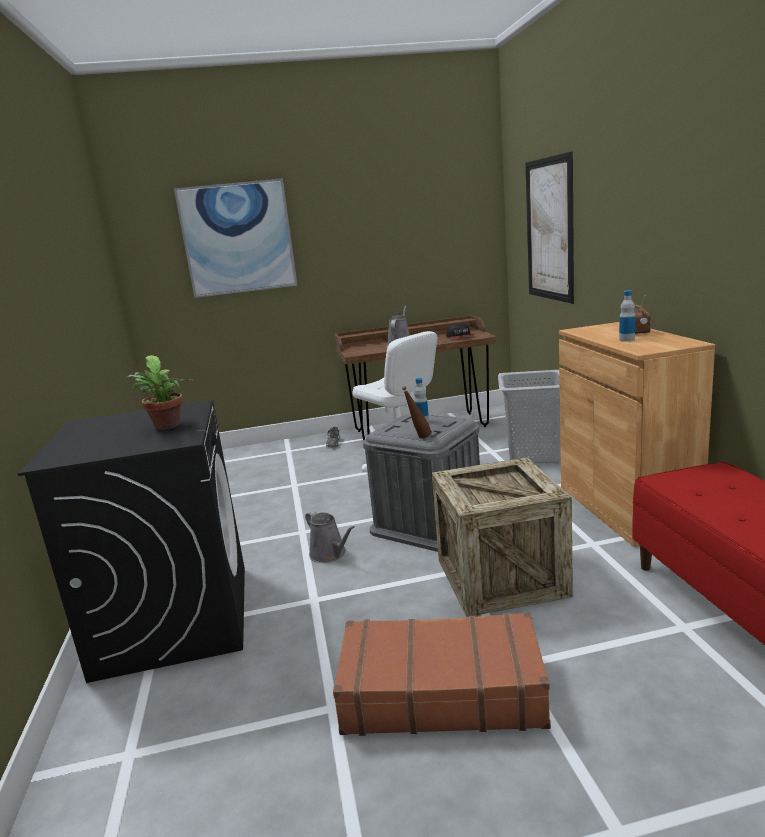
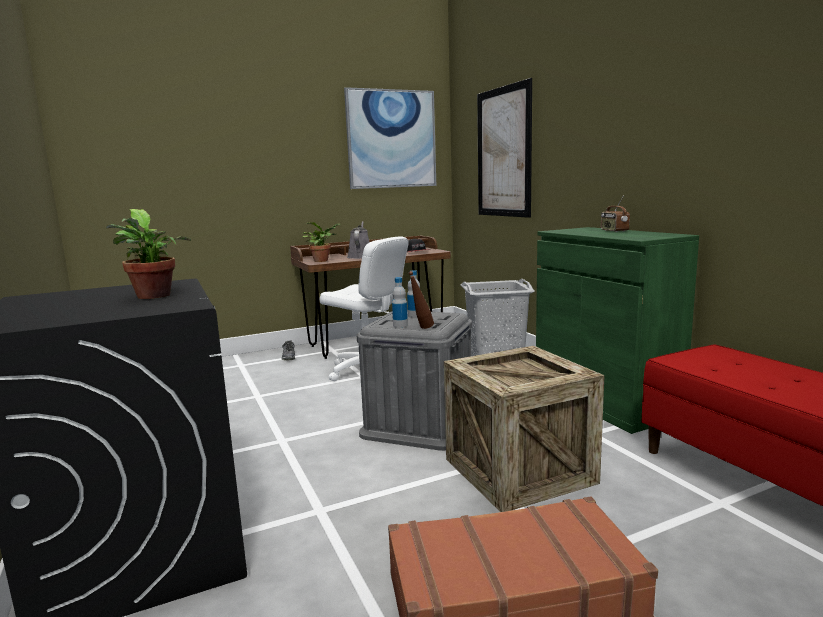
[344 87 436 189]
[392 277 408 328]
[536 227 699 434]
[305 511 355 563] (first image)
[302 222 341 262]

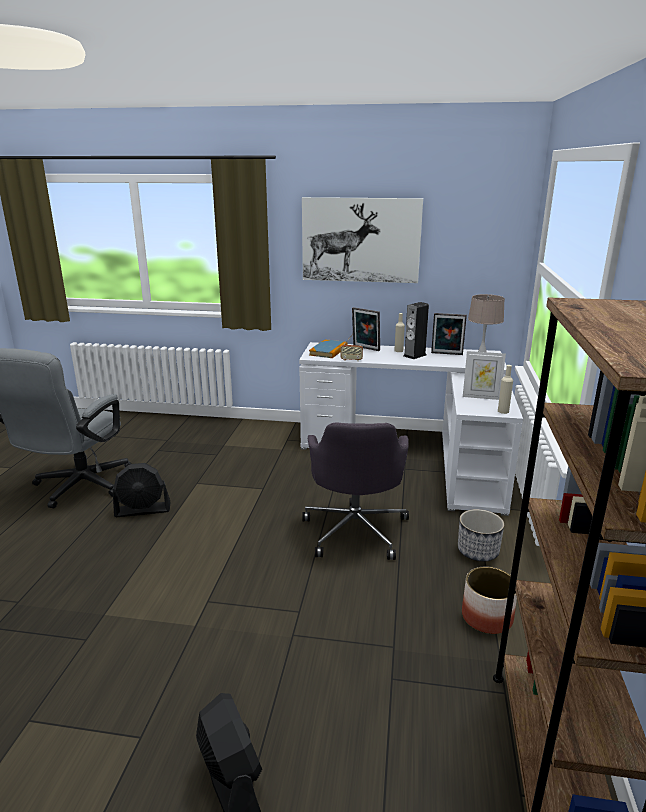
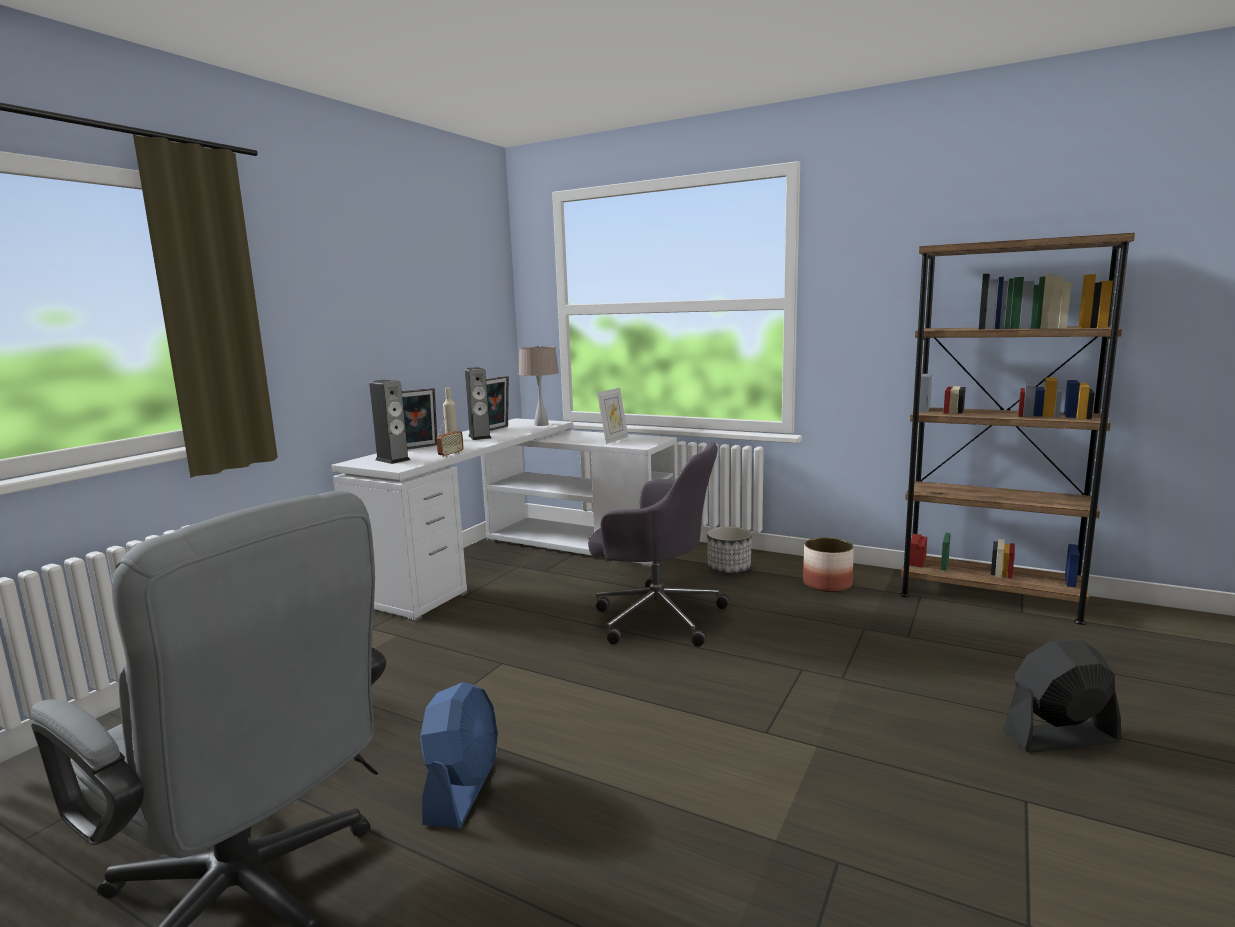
[302 197 423 283] (first image)
[369 380 410 464]
[498 365 513 414] (first image)
[420 682 498 828]

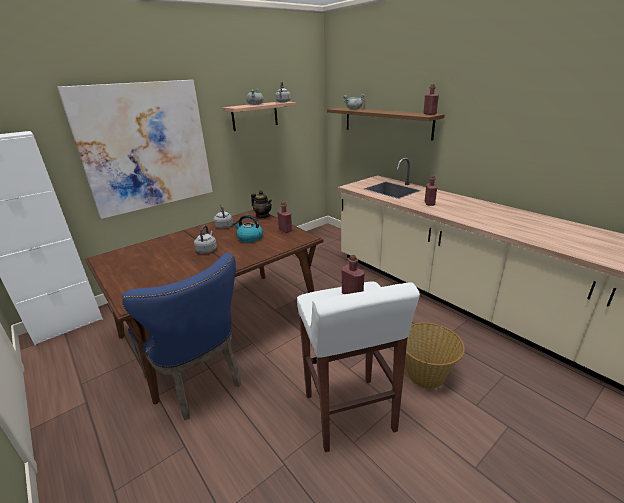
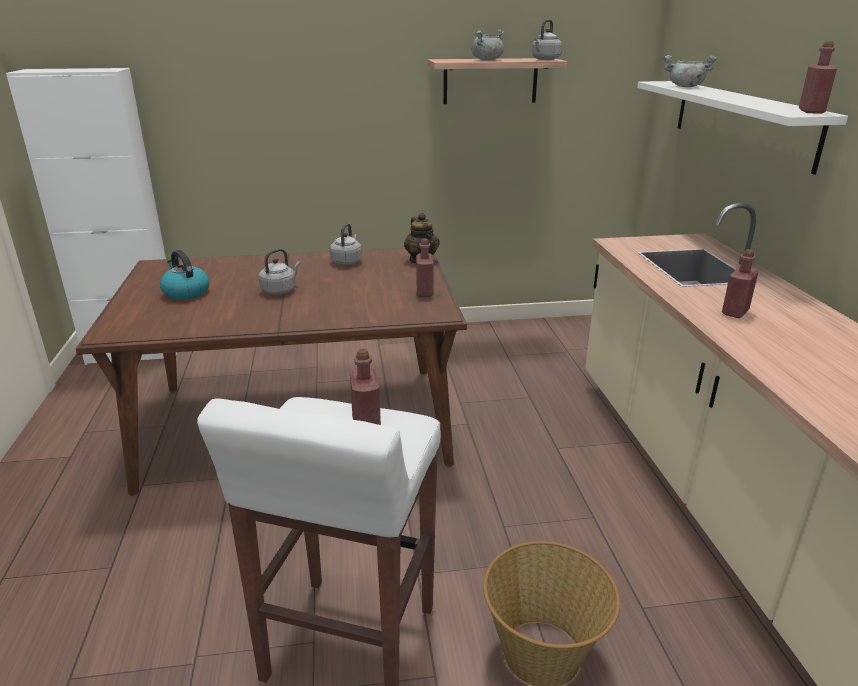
[57 80 213 219] (first image)
[637 81 848 174]
[160 250 209 300]
[122 253 241 420] (first image)

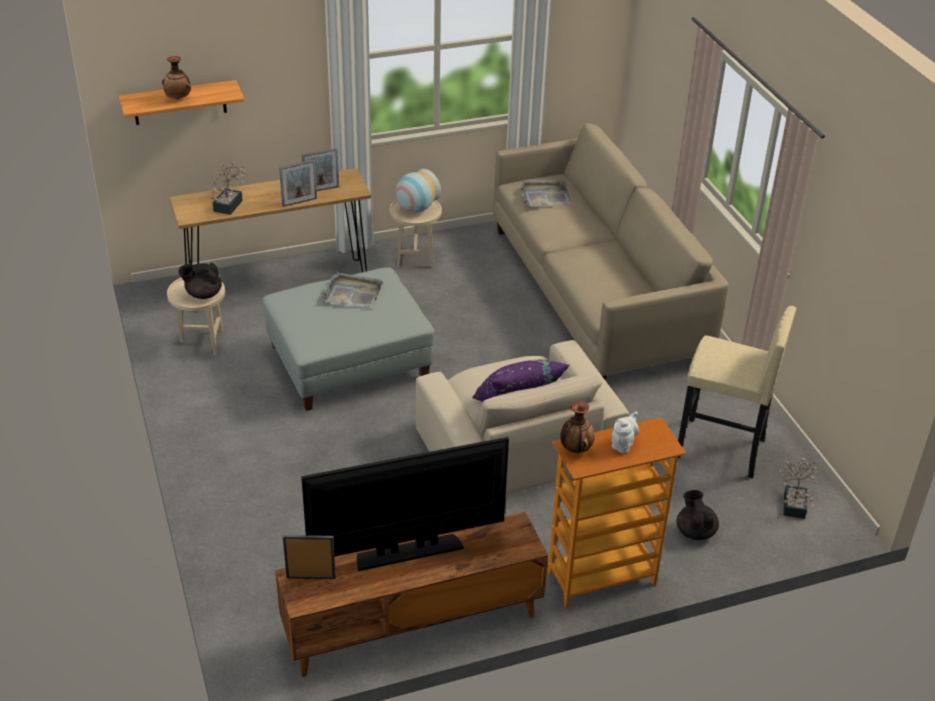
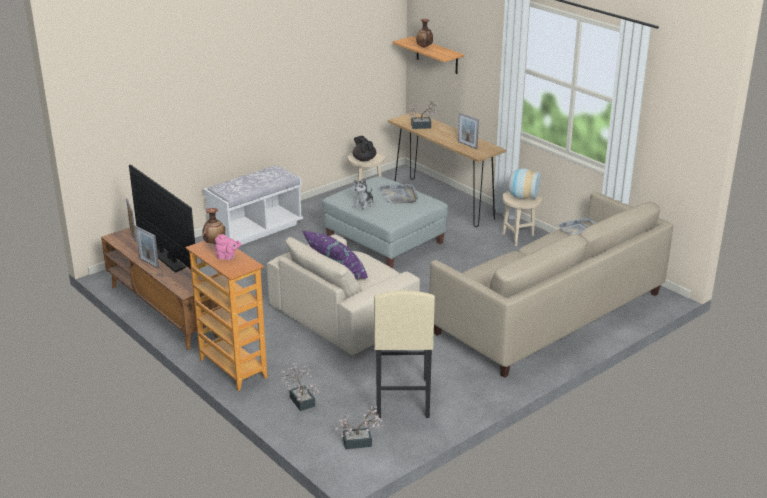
[136 226 159 268]
[215 234 241 260]
[281 361 320 411]
[204 165 303 245]
[353 178 374 210]

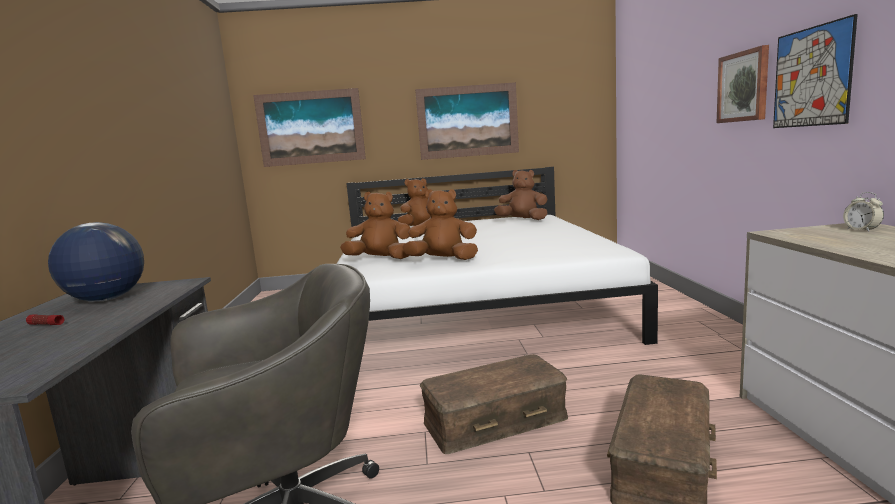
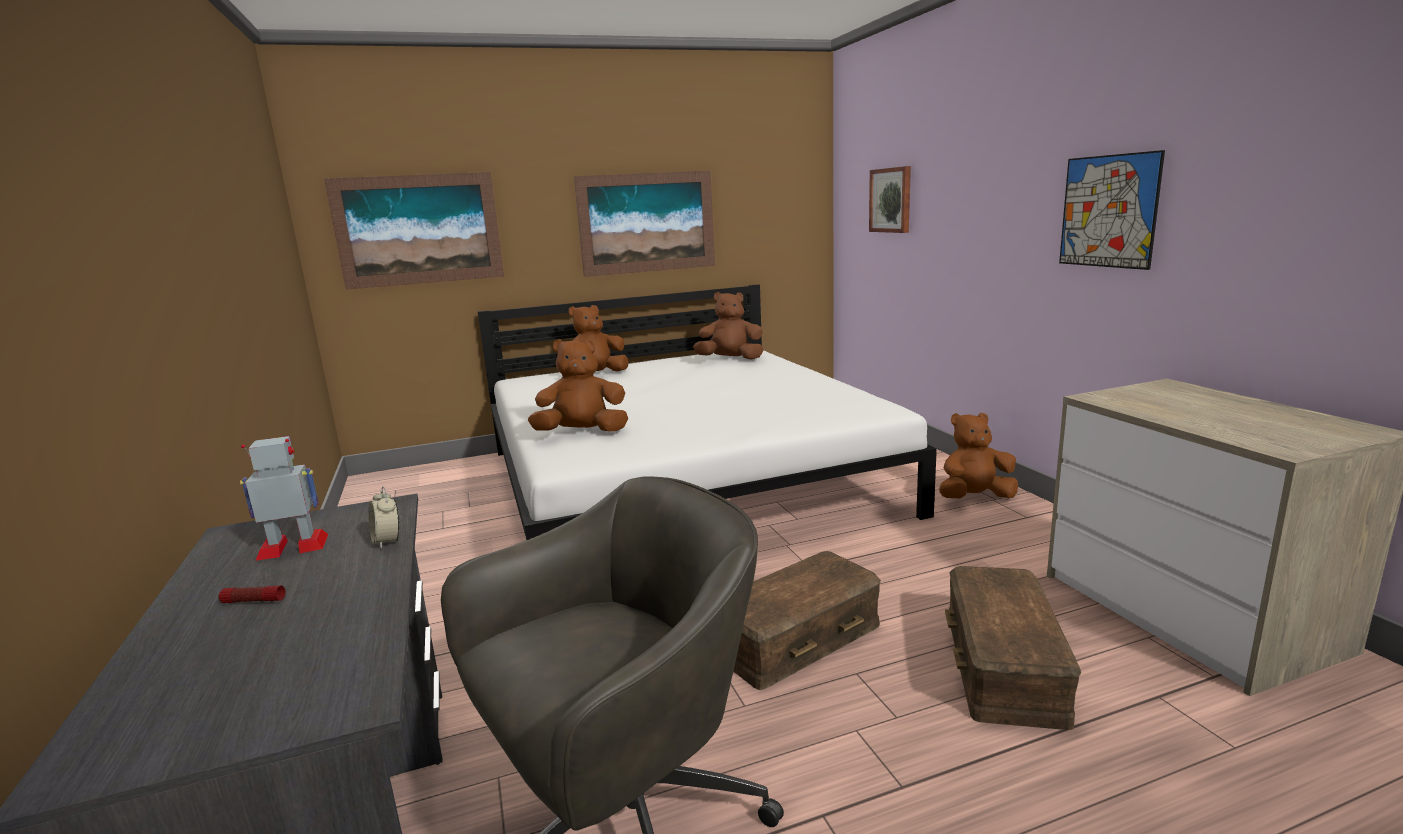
[869 166 911 233]
[939 413 1018 498]
[369 486 400 549]
[240 436 329 561]

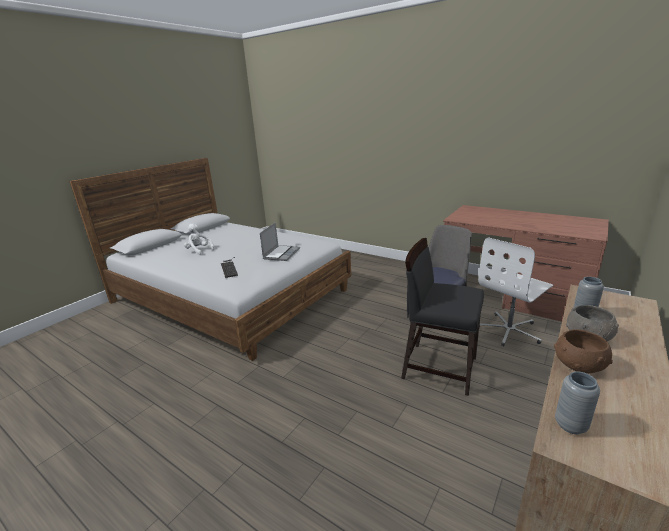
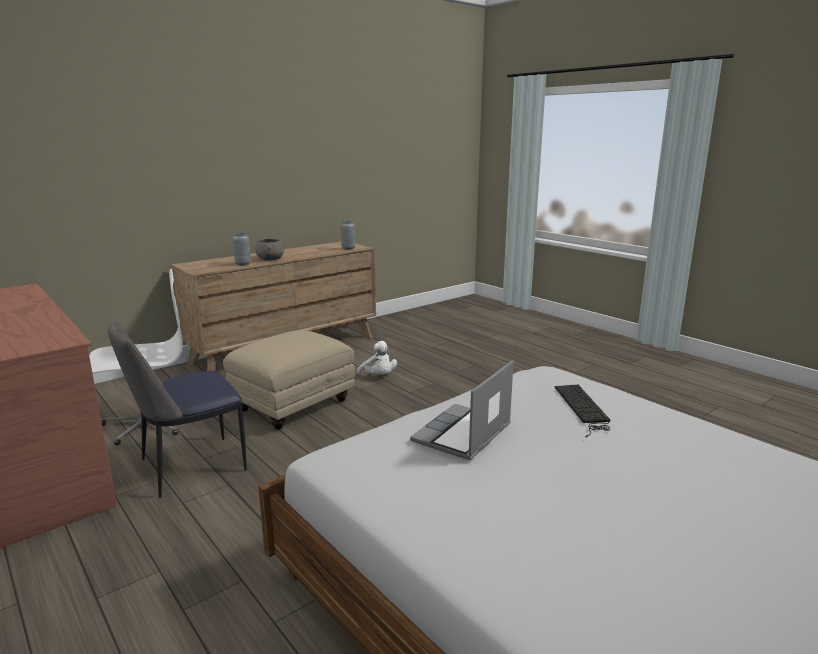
[357 341 397 375]
[223 330 355 430]
[554 329 613 373] (first image)

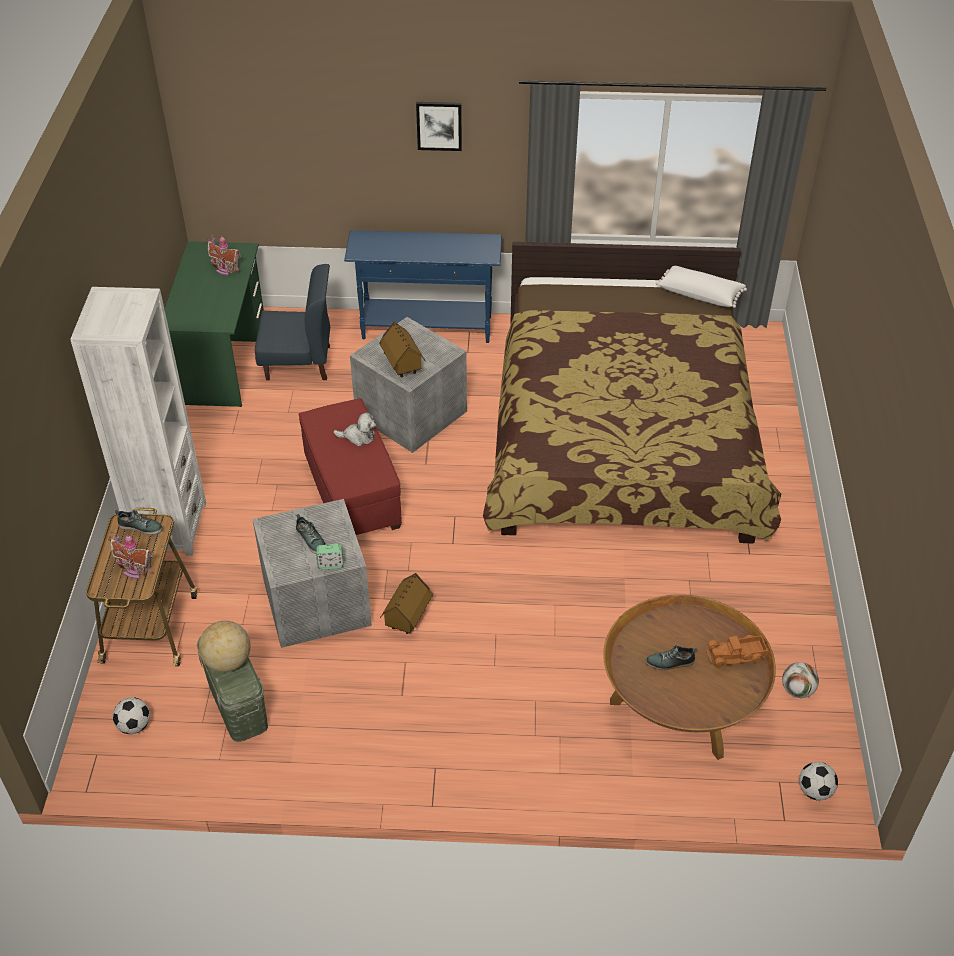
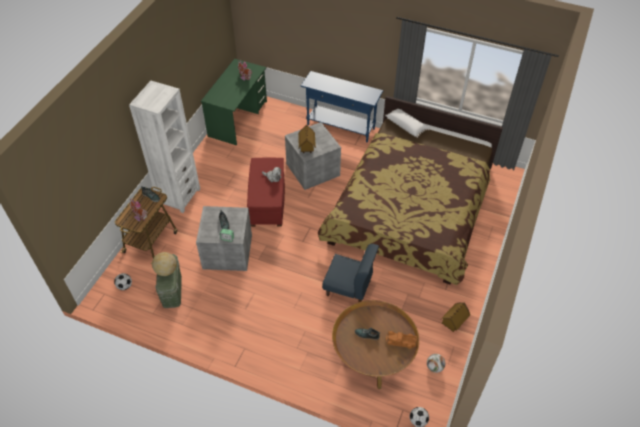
[416 102 462 151] (first image)
[322 244 379 302]
[385 109 430 138]
[440 302 470 332]

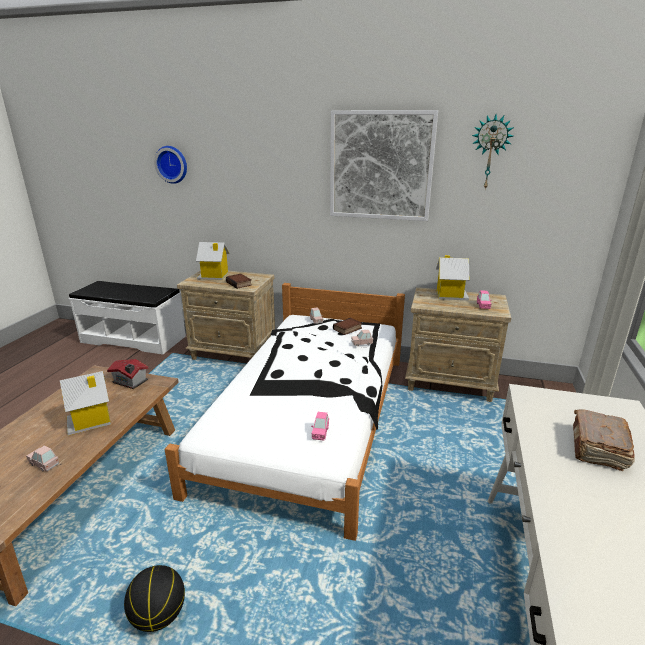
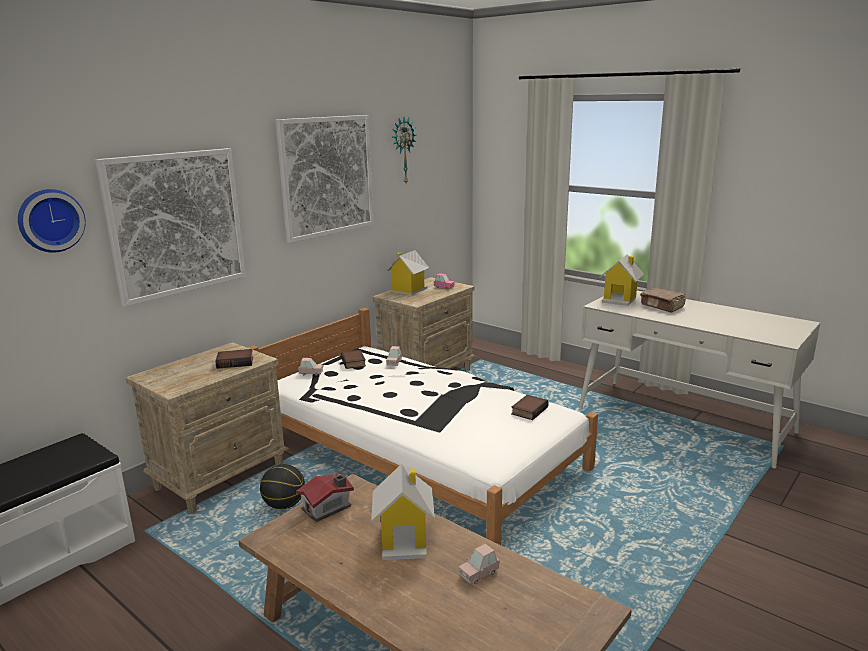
[600 254 644 306]
[511 395 549 420]
[260 464 305 509]
[95 148 246 307]

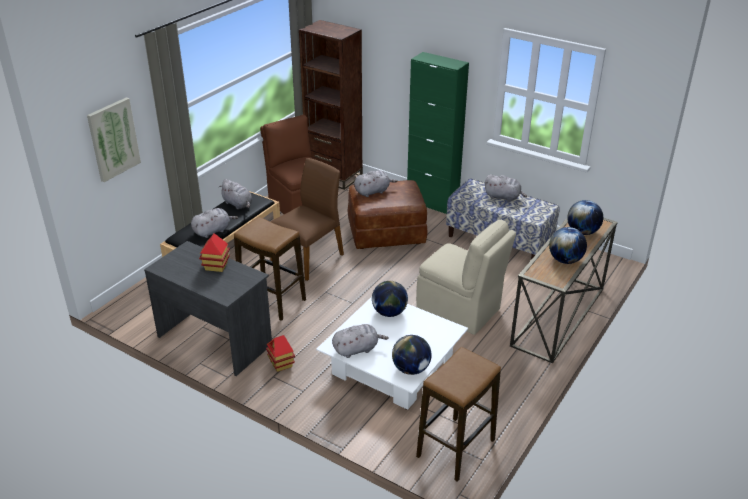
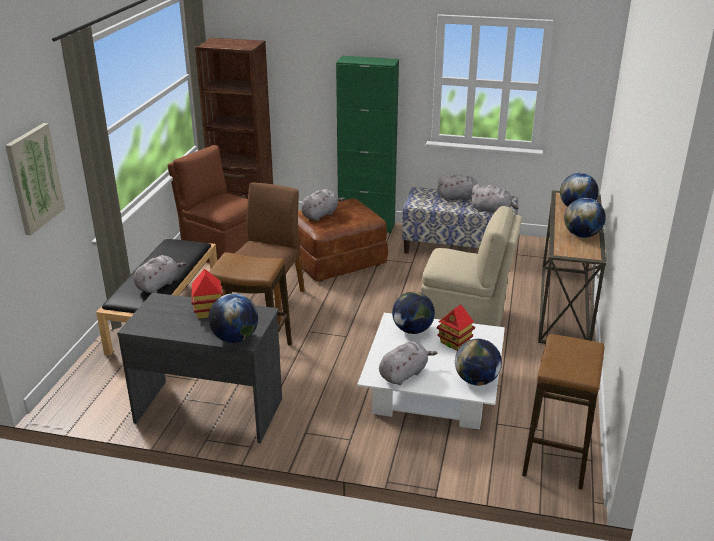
[470 184 519 213]
[437 305 475 351]
[209 293 258 343]

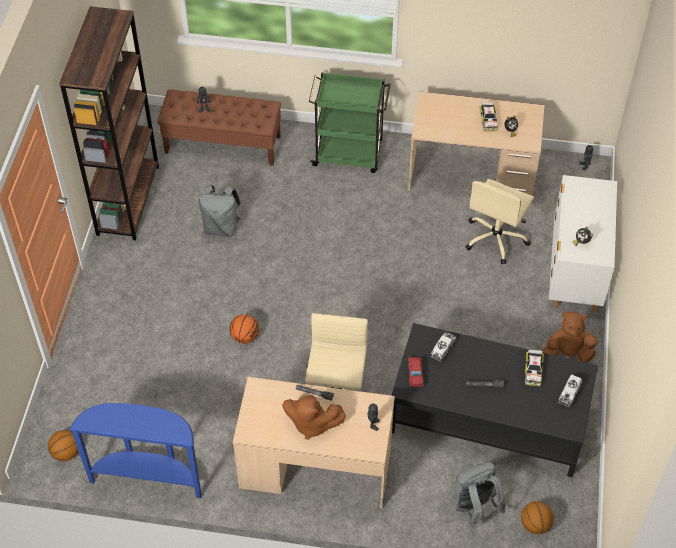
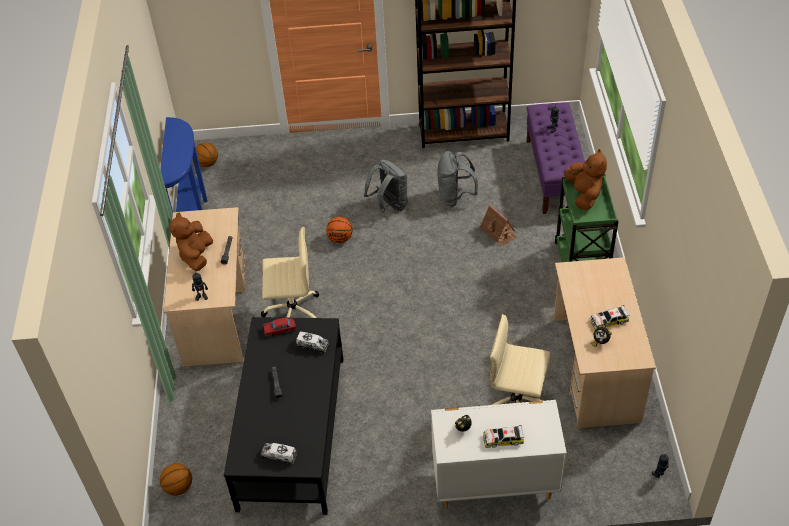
[527 103 585 214]
[565 149 607 210]
[483 425 524 448]
[364 160 407 213]
[480 205 517 247]

